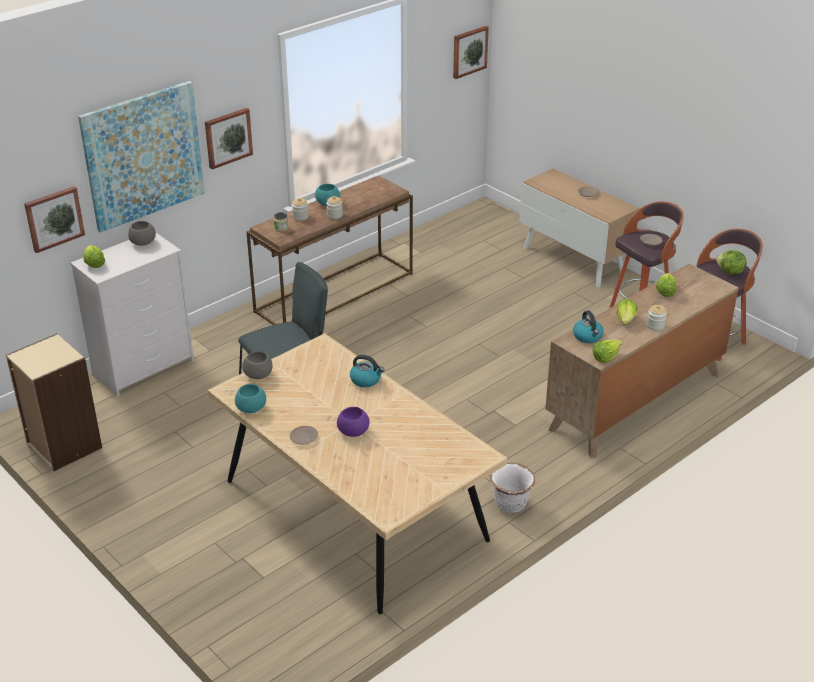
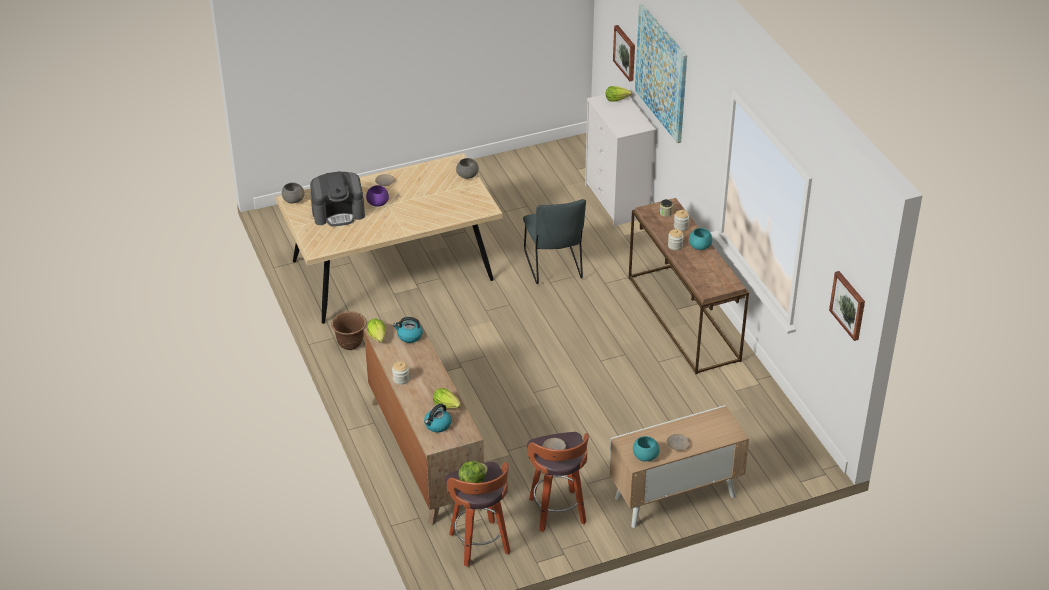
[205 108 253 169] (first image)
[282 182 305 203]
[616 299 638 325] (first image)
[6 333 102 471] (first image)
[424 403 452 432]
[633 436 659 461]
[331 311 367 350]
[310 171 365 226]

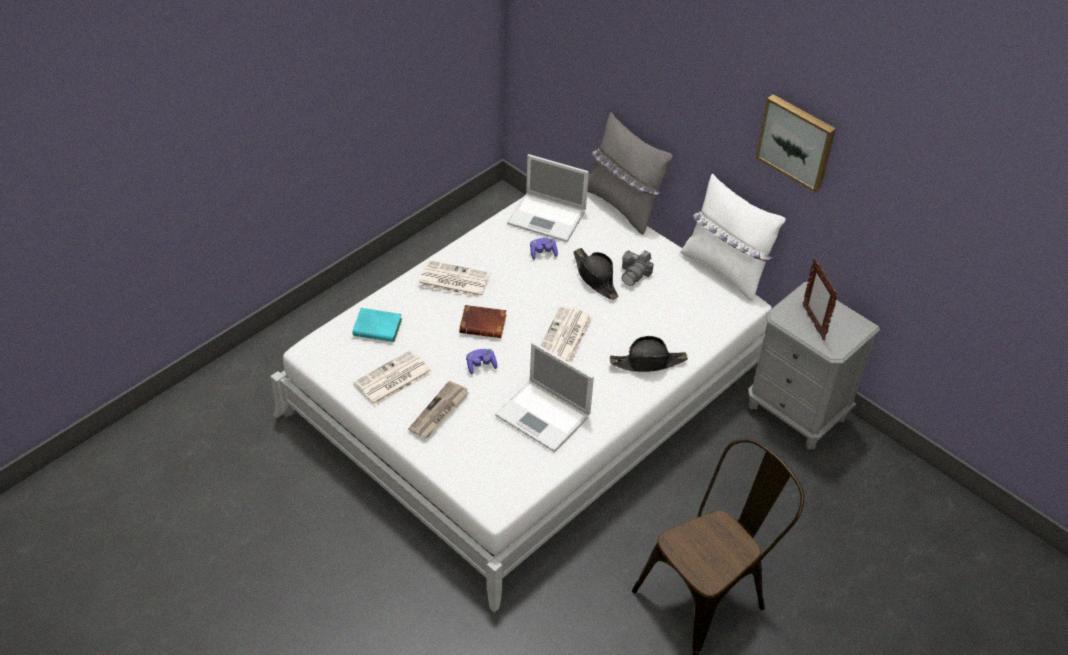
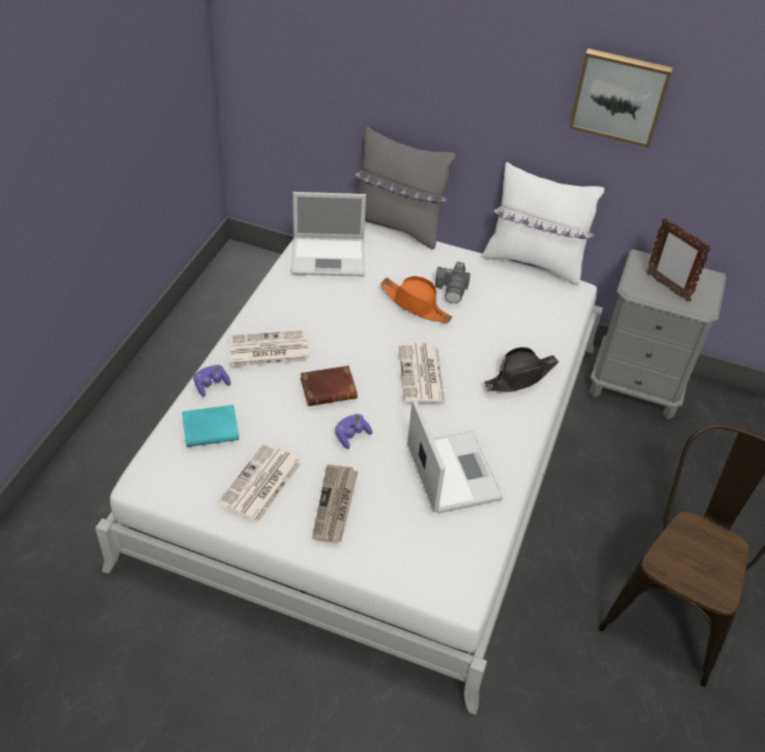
[193 365 231 397]
[380 276 452 323]
[407 399 503 514]

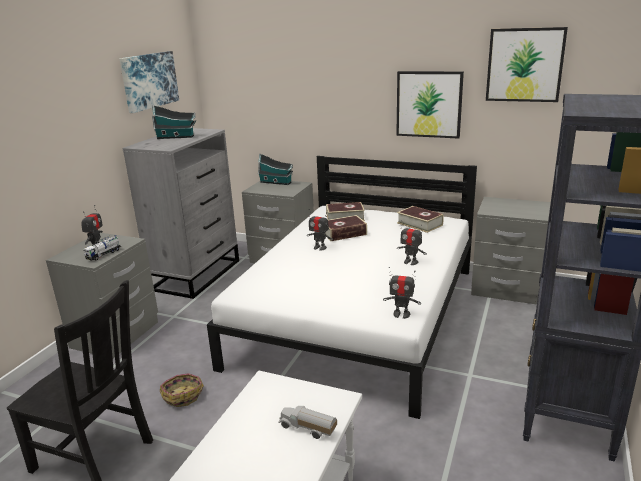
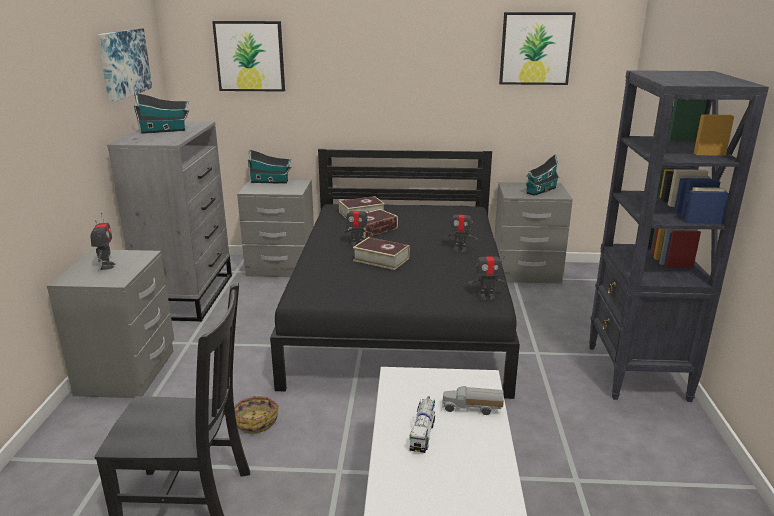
[212 21 285 92]
[270 149 520 399]
[353 237 410 270]
[409 396 435 453]
[526 154 560 196]

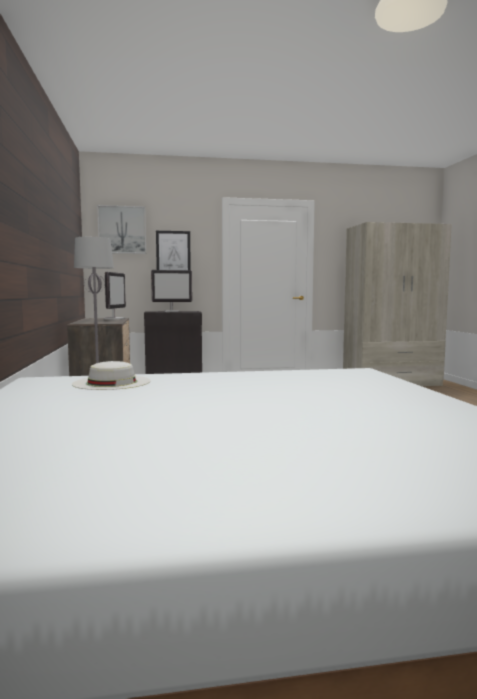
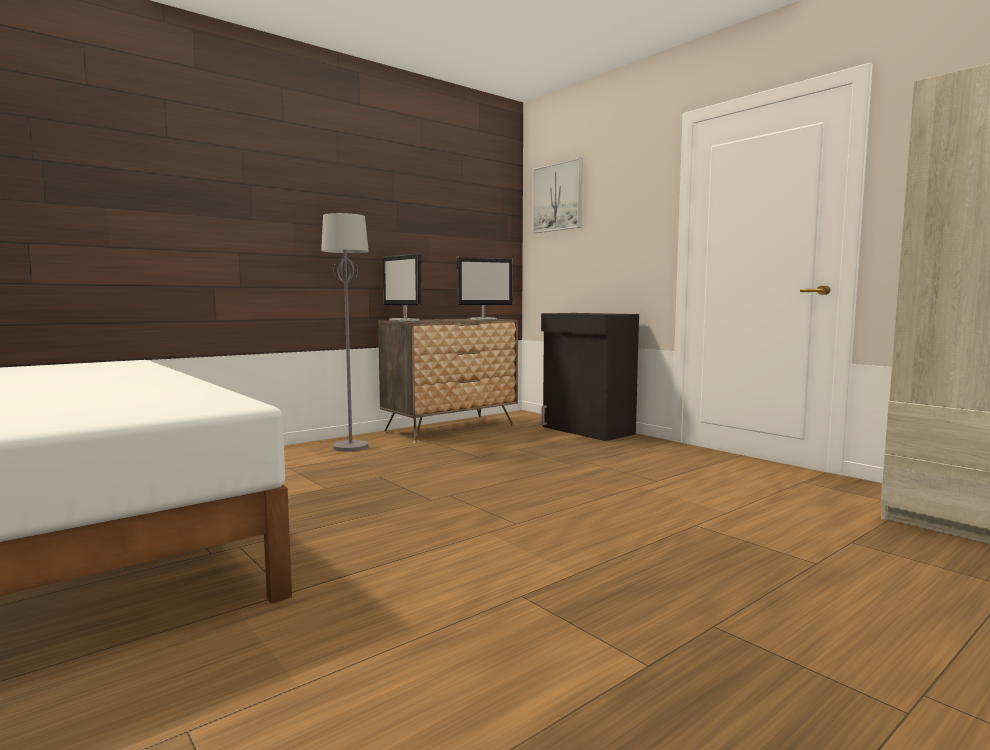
[156 231 191 270] (first image)
[383 253 422 321]
[72 361 151 390] (first image)

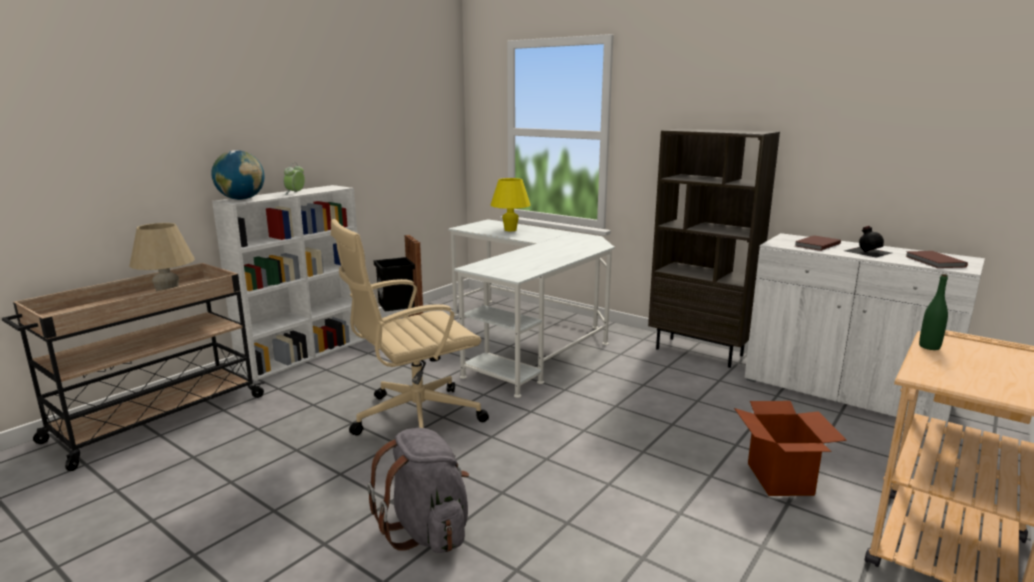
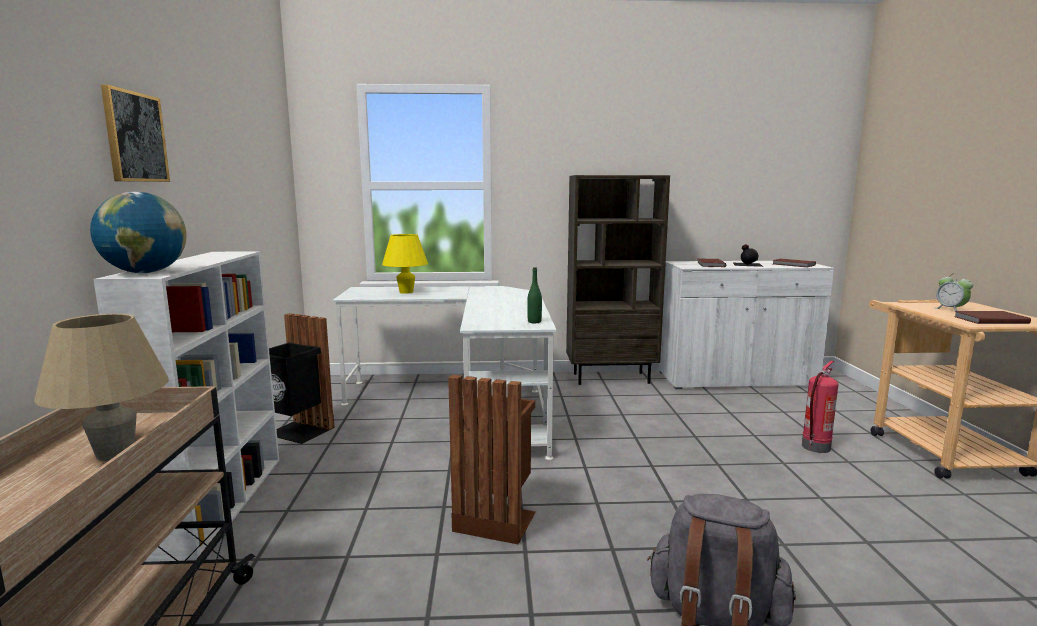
[936 273 973 311]
[448 375 536 544]
[527 267 542 323]
[802 361 839 453]
[101 84 170 182]
[955 311 1031 324]

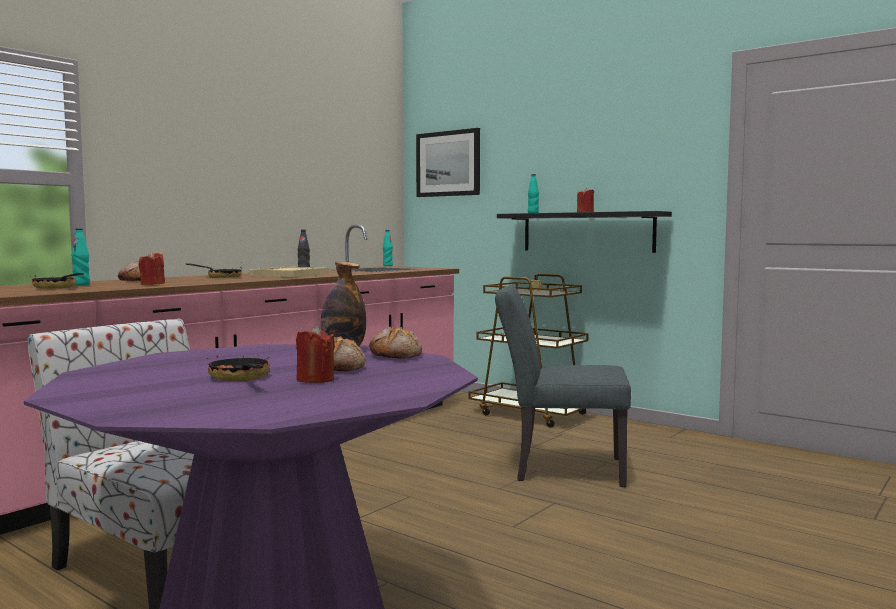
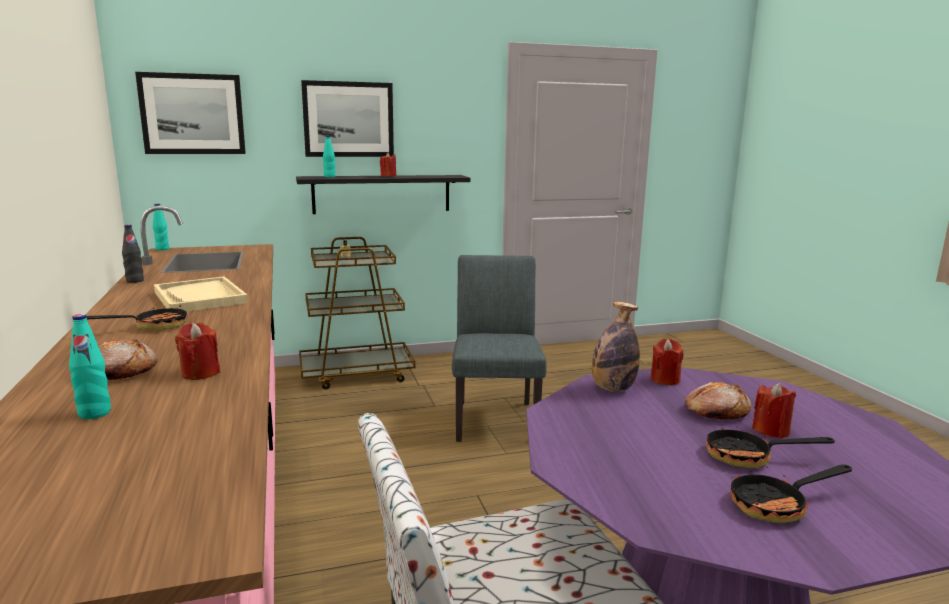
[731 460 852 523]
[452 255 547 442]
[651 338 684 385]
[301 80 394 157]

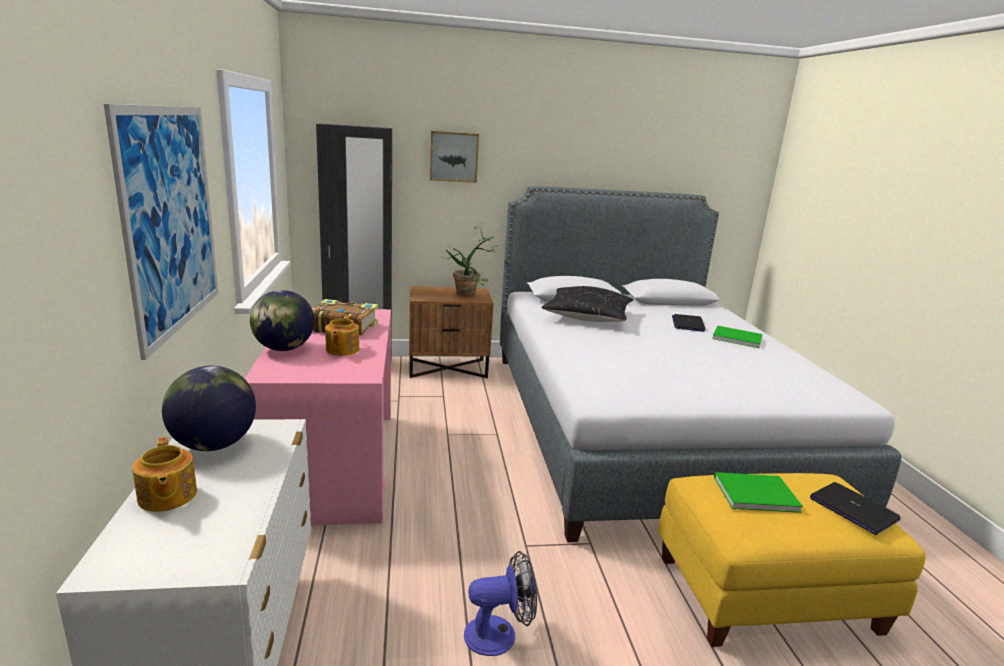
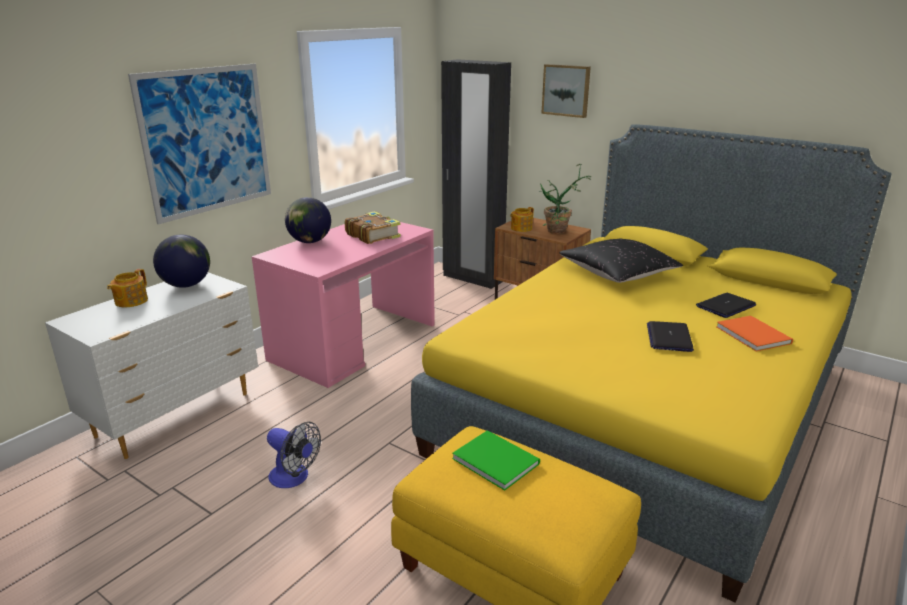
[411 124 892 603]
[510 207 534 232]
[716 316 793 351]
[647 321 694 352]

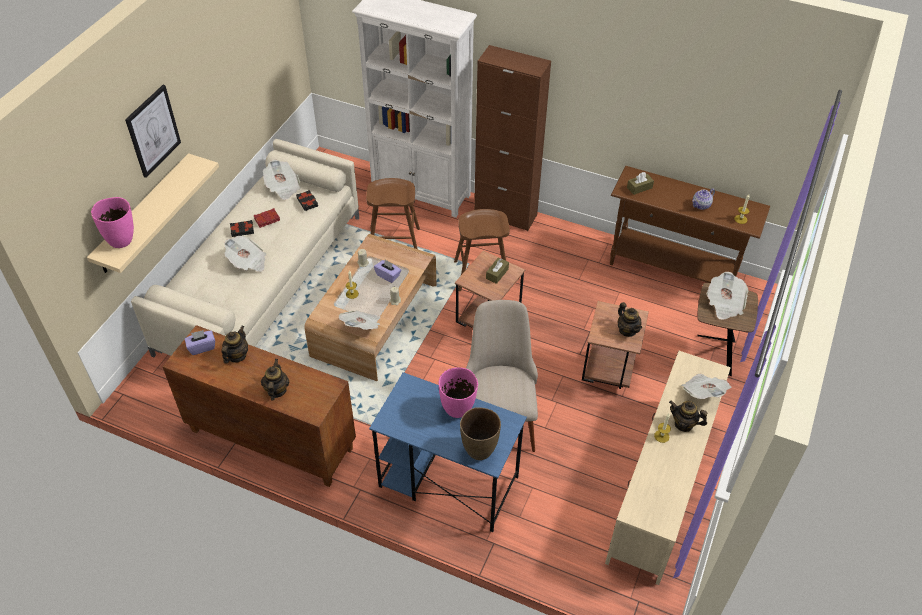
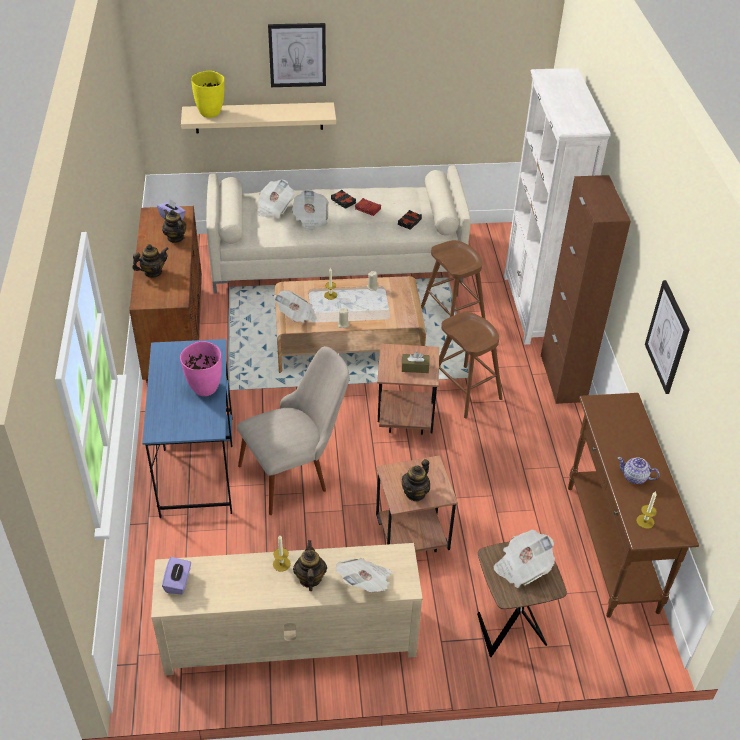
[257 180 294 217]
[627 172 654 195] (first image)
[191 71 225 118]
[162 557 191 595]
[162 209 186 243]
[460 407 501 460] (first image)
[645 280 690 394]

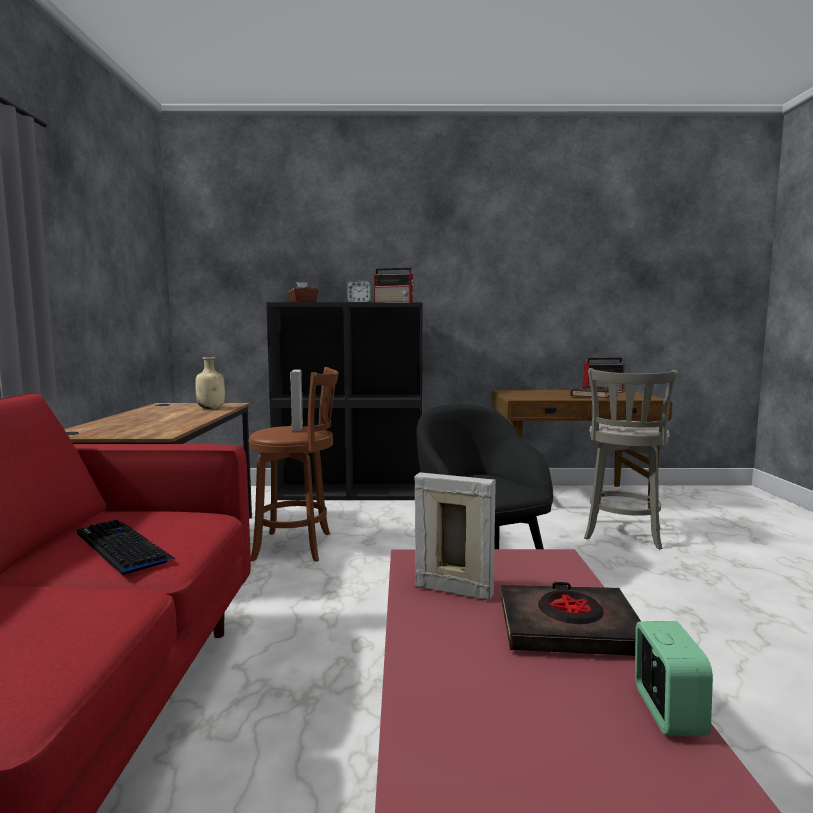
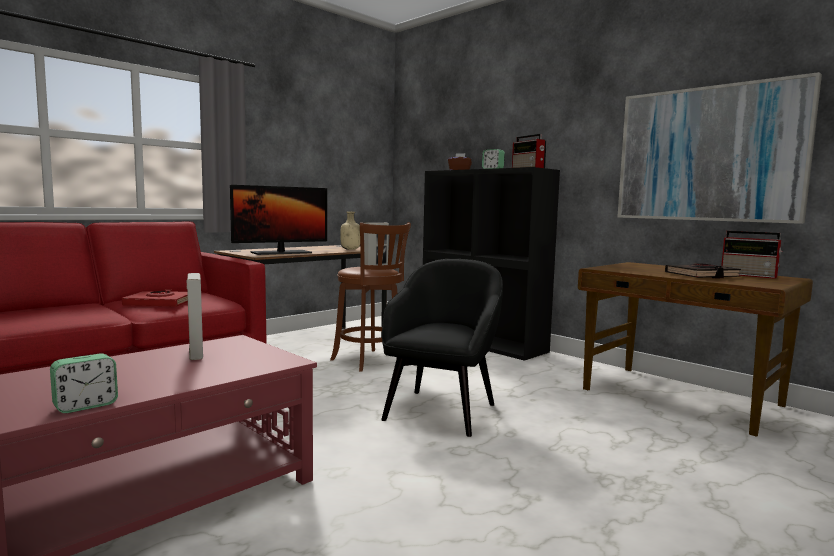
[584 368 677 549] (first image)
[122 289 188 307]
[501 582 641 656] (first image)
[617 72 822 224]
[230 185 327 255]

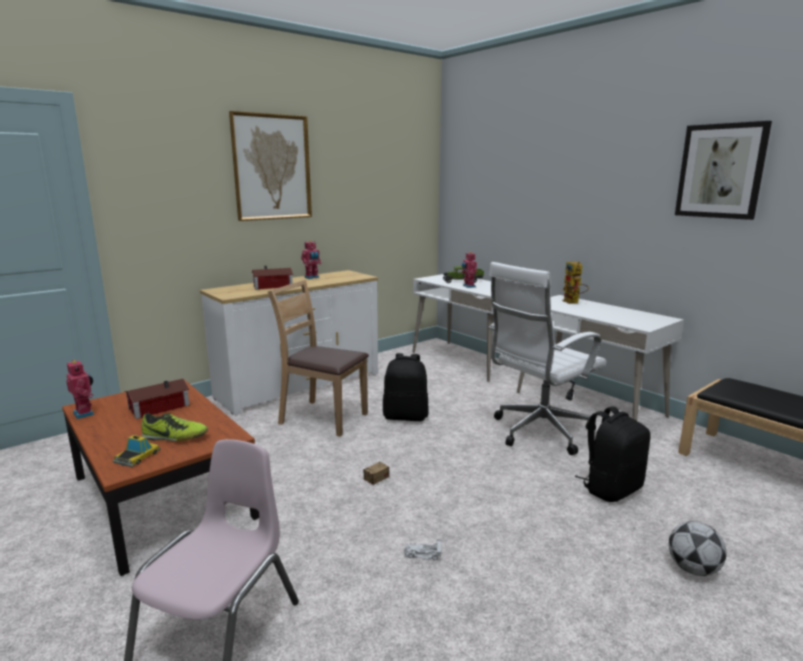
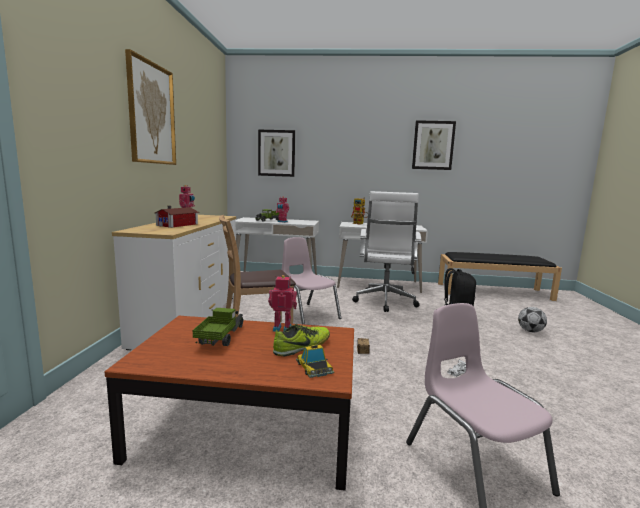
[281 237 341 325]
[268 275 297 332]
[193 308 244 346]
[258 130 295 177]

